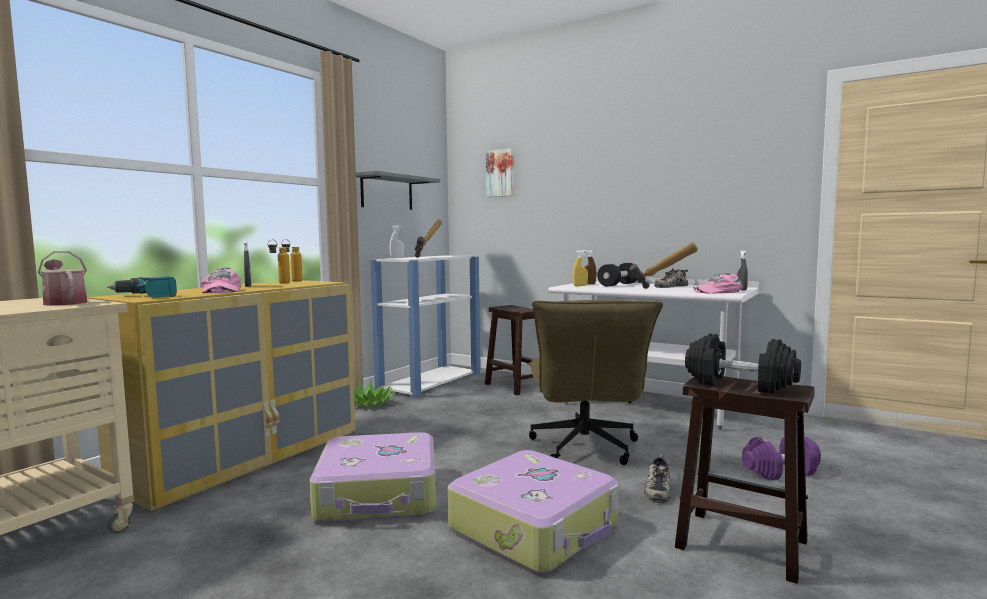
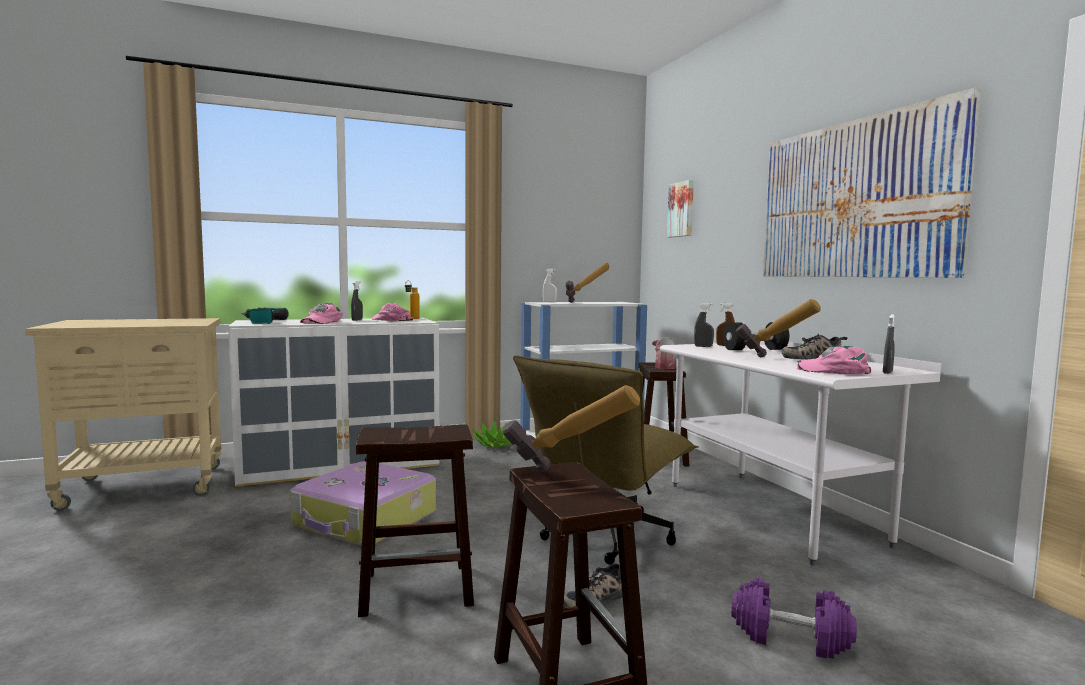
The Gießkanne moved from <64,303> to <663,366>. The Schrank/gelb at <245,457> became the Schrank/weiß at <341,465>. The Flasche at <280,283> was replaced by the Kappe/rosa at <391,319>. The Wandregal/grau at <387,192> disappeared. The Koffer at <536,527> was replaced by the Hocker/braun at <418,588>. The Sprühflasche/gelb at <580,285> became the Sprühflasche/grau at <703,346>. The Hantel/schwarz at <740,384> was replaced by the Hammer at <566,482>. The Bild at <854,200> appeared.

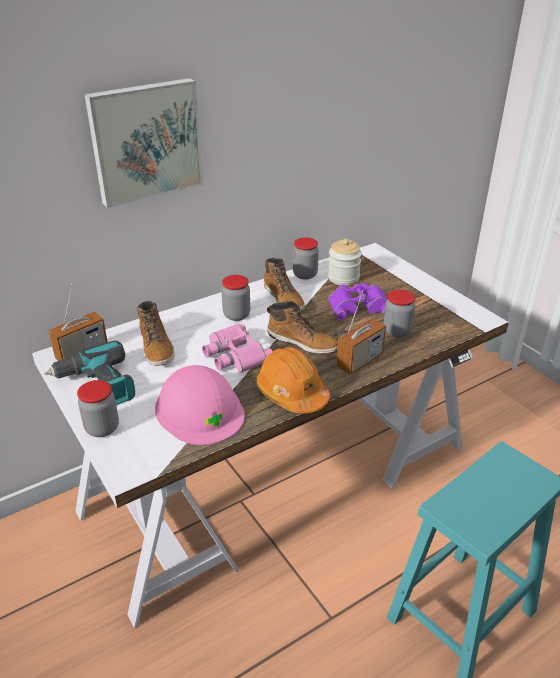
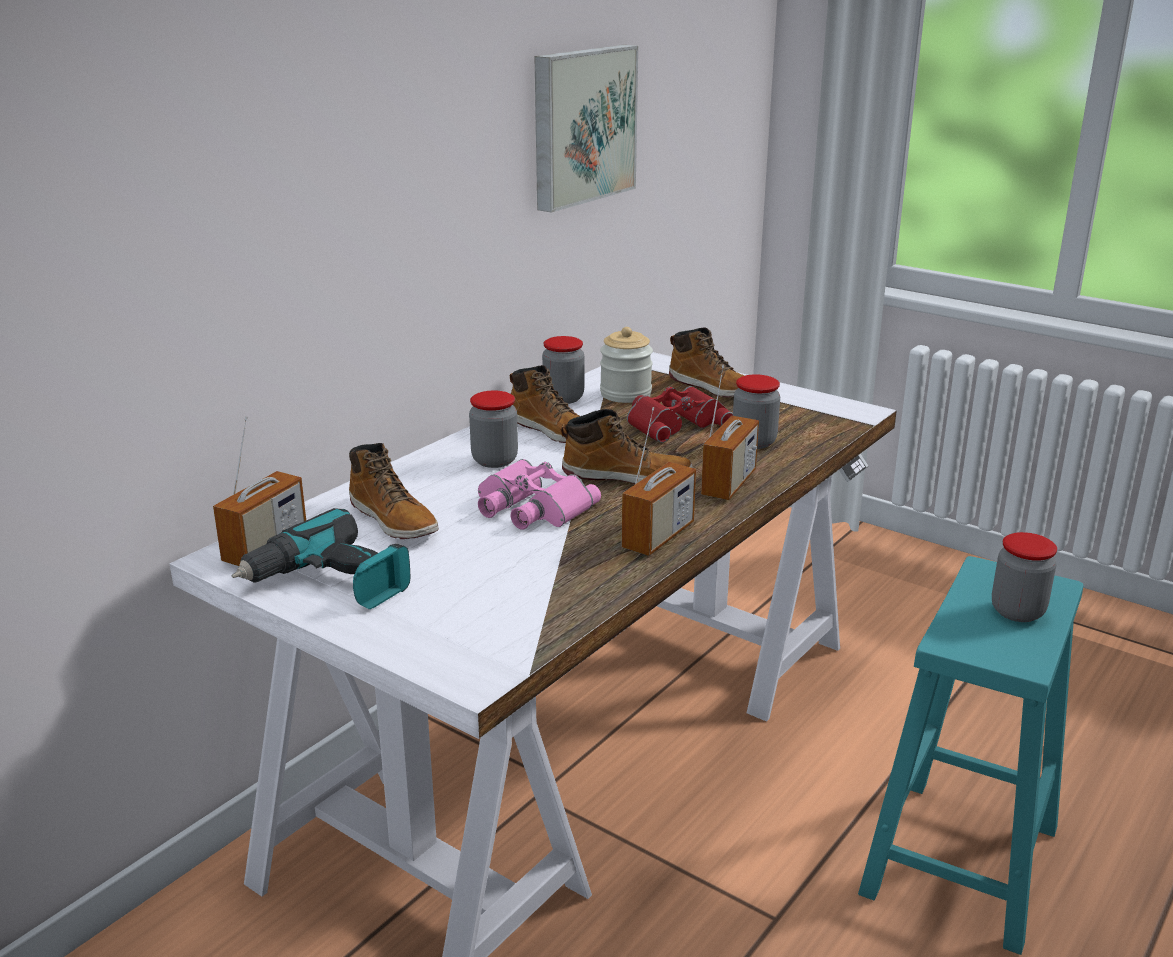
The Vorratsglas moved from <102,428> to <1017,611>. The Bild moved from <145,141> to <581,125>. The Schutzhelm/rosa at <199,410> disappeared. The Schutzhelm/orange at <291,393> was replaced by the Radio at <658,536>. The Fernglas/lila at <358,306> became the Fernglas/rot at <674,422>. The Stiefel at <714,387> appeared.

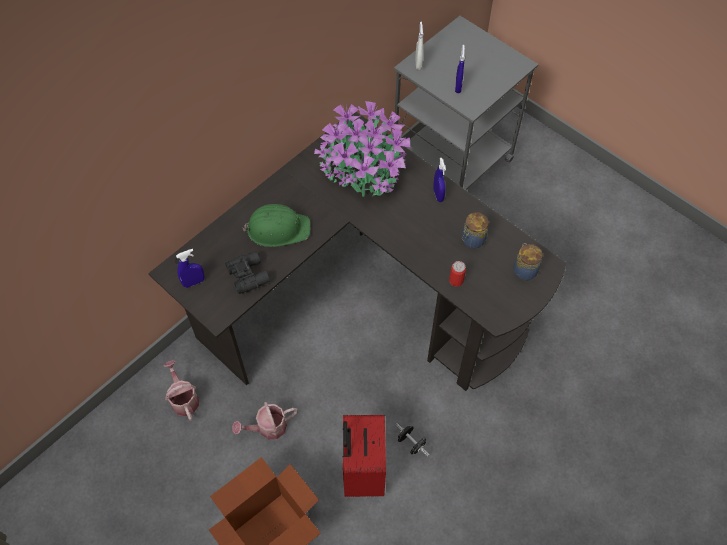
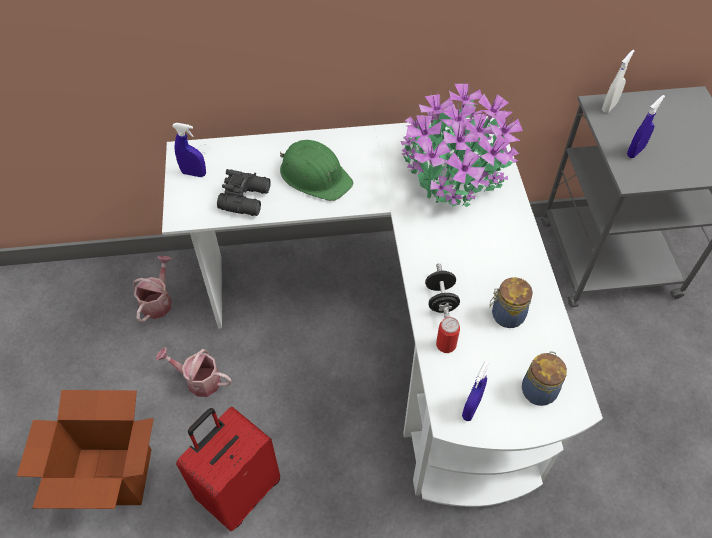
The Schreibtisch/schwarz at <362,301> became the Schreibtisch/weiß at <392,330>. The Hantel/schwarz moved from <411,443> to <440,300>. The Sprühflasche/blau moved from <438,195> to <471,408>.

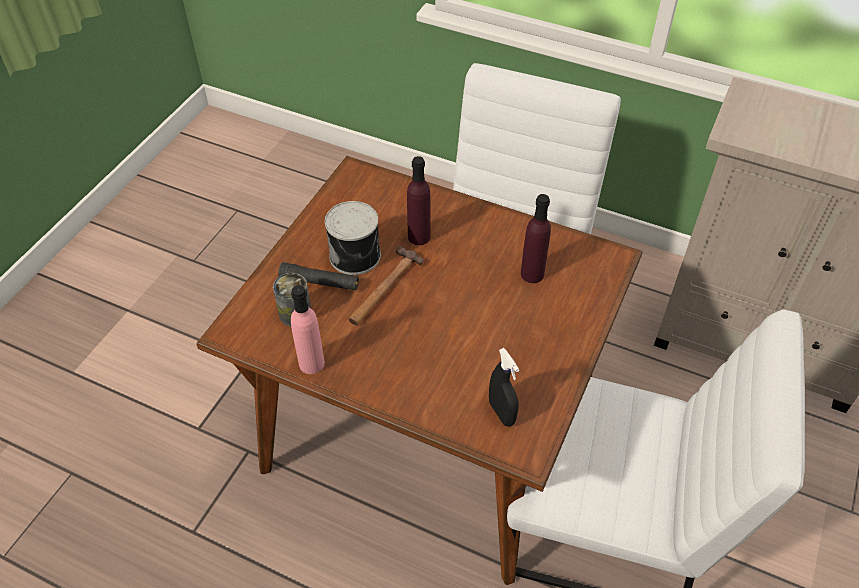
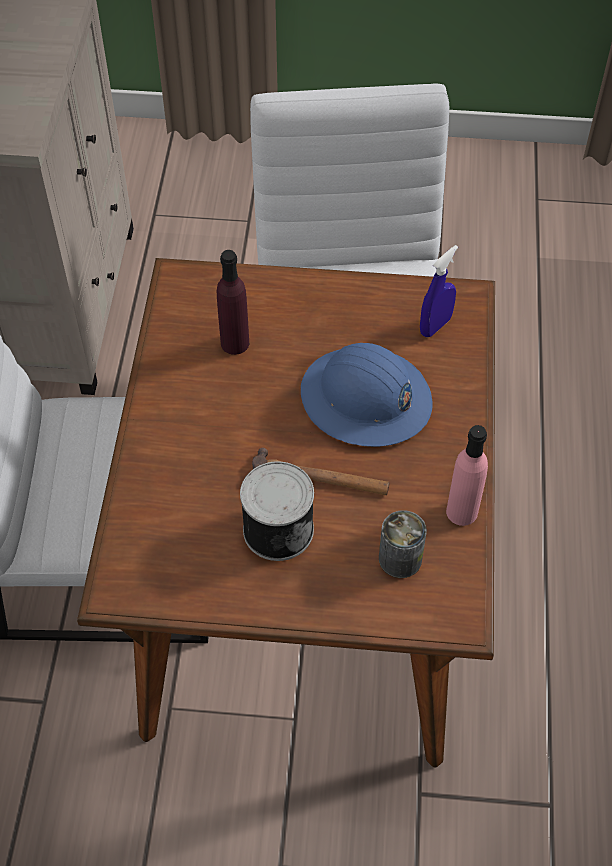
The Taschenlampe/schwarz at <320,282> disappeared. The Flasche/lila at <419,236> disappeared. The Sprühflasche/schwarz at <501,413> became the Sprühflasche/blau at <435,326>. The Schutzhelm/blau at <365,399> appeared.

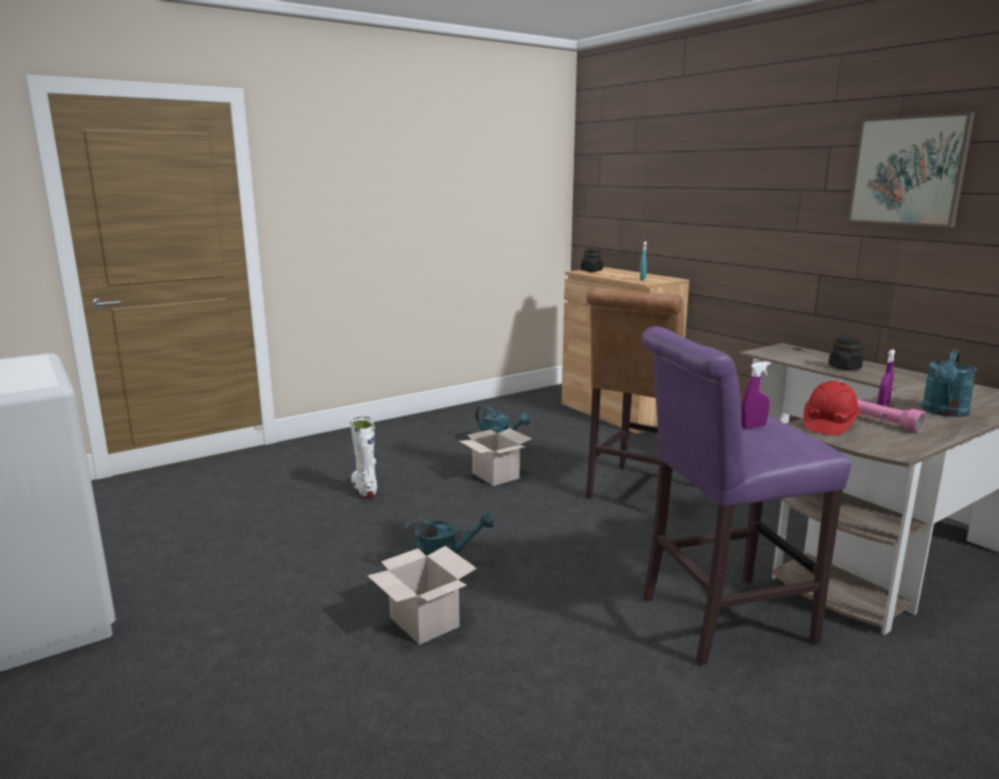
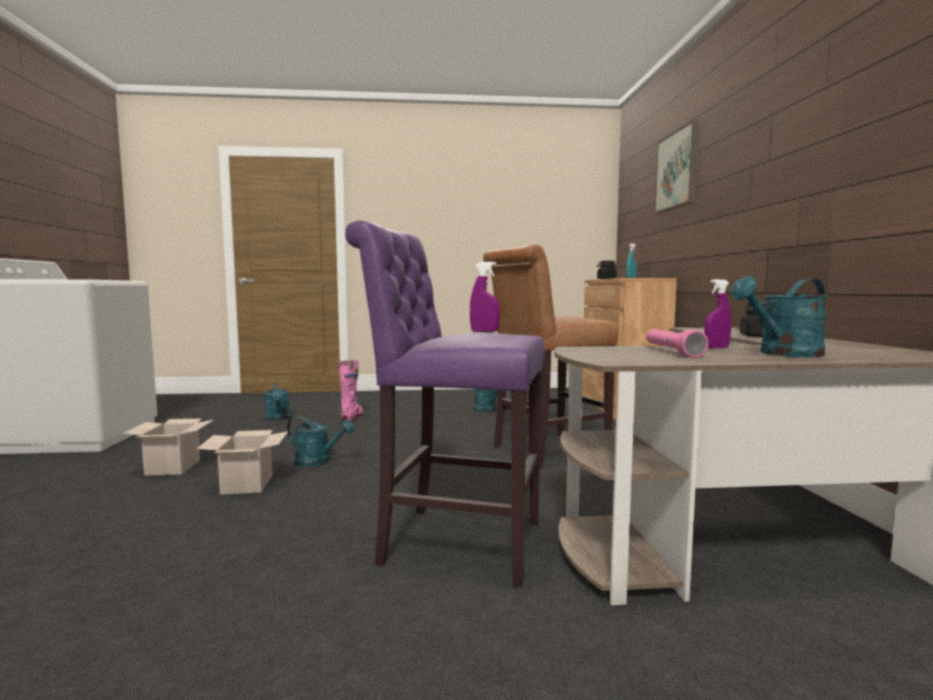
The Stiefel/weiß at <364,489> became the Stiefel/rosa at <352,417>. The Karton moved from <494,475> to <173,467>. The Schutzhelm/rot at <828,425> disappeared. The Bild moved from <908,171> to <677,170>. The Gießkanne/türkis at <278,418> appeared.

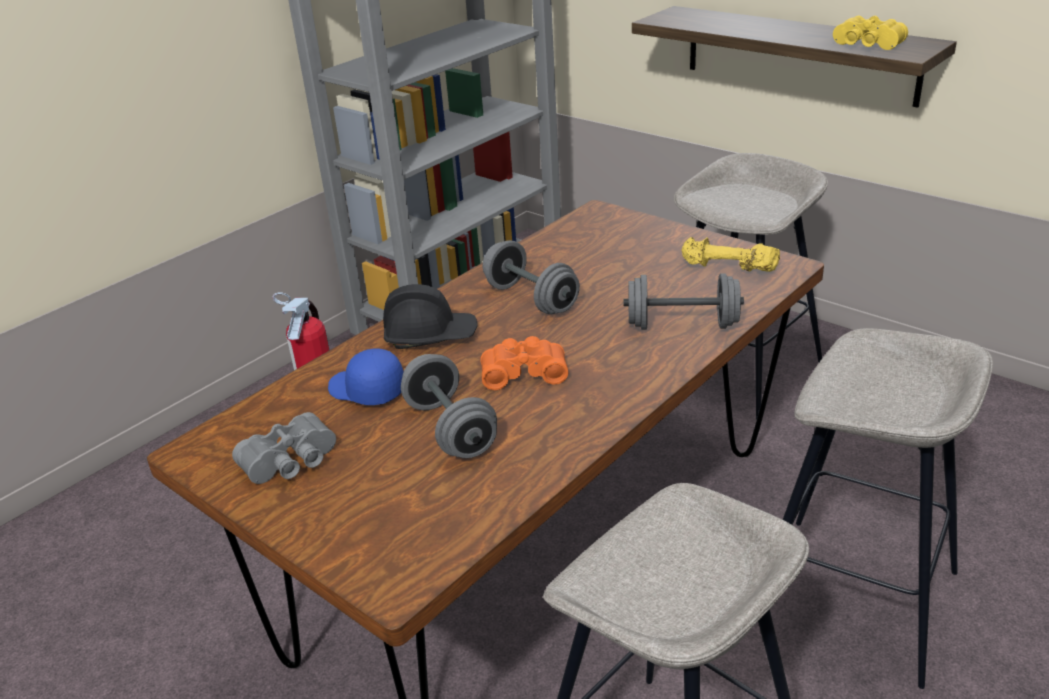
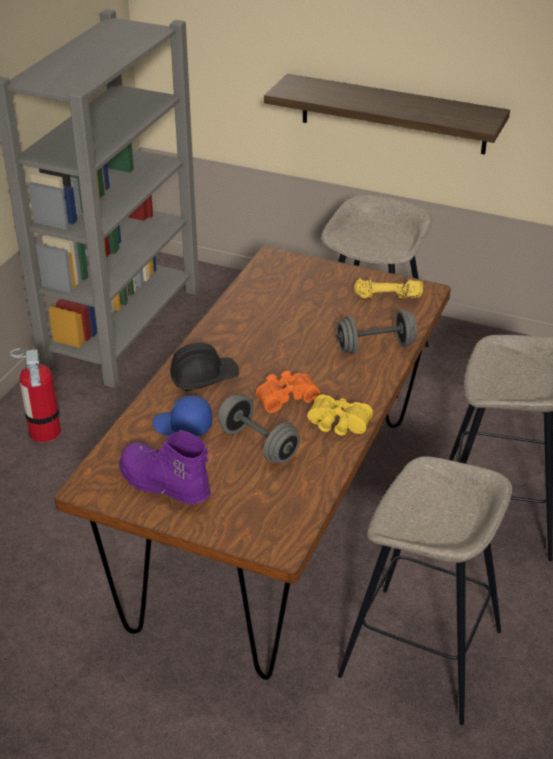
The Fernglas/grau at <291,463> was replaced by the Stiefel/lila at <163,484>. The Hantel/grau at <531,299> disappeared. The Fernglas/gelb moved from <866,45> to <338,425>.

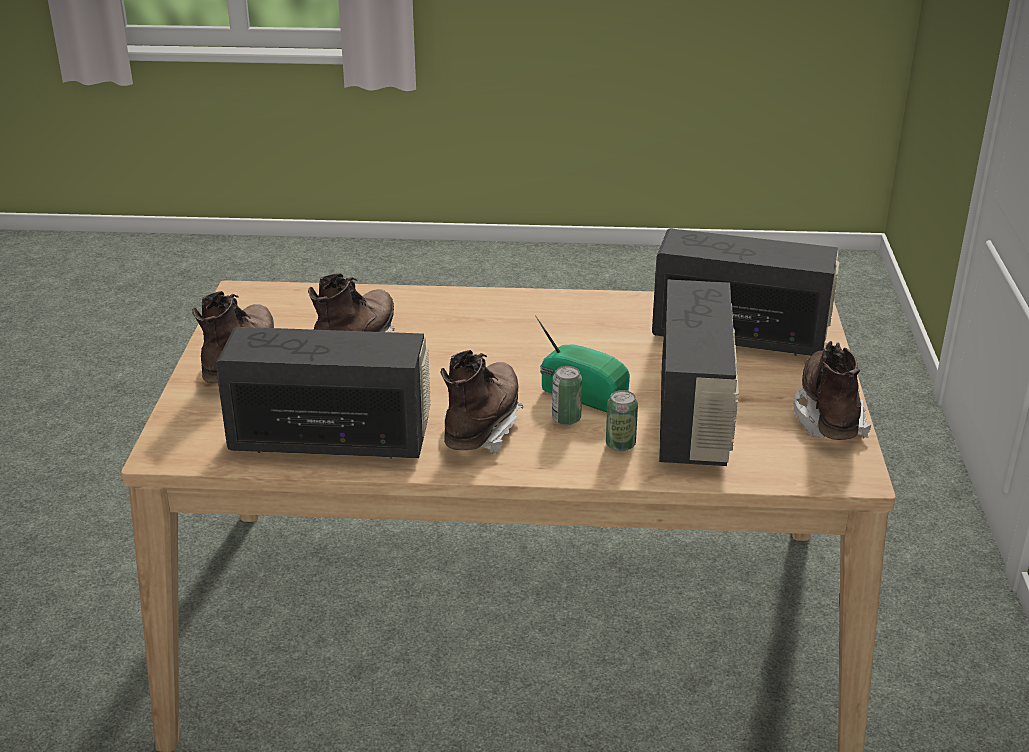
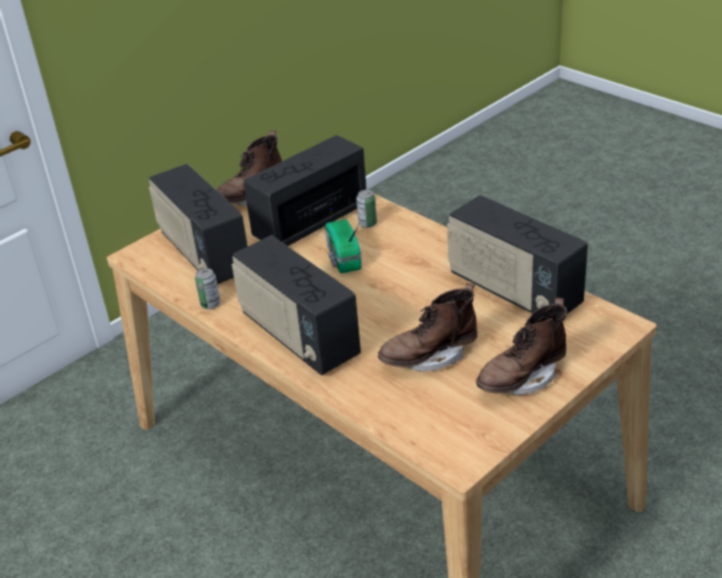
The Stiefel/braun at <482,427> disappeared. The Dose moved from <566,419> to <210,304>. The Radio at <298,336> appeared.

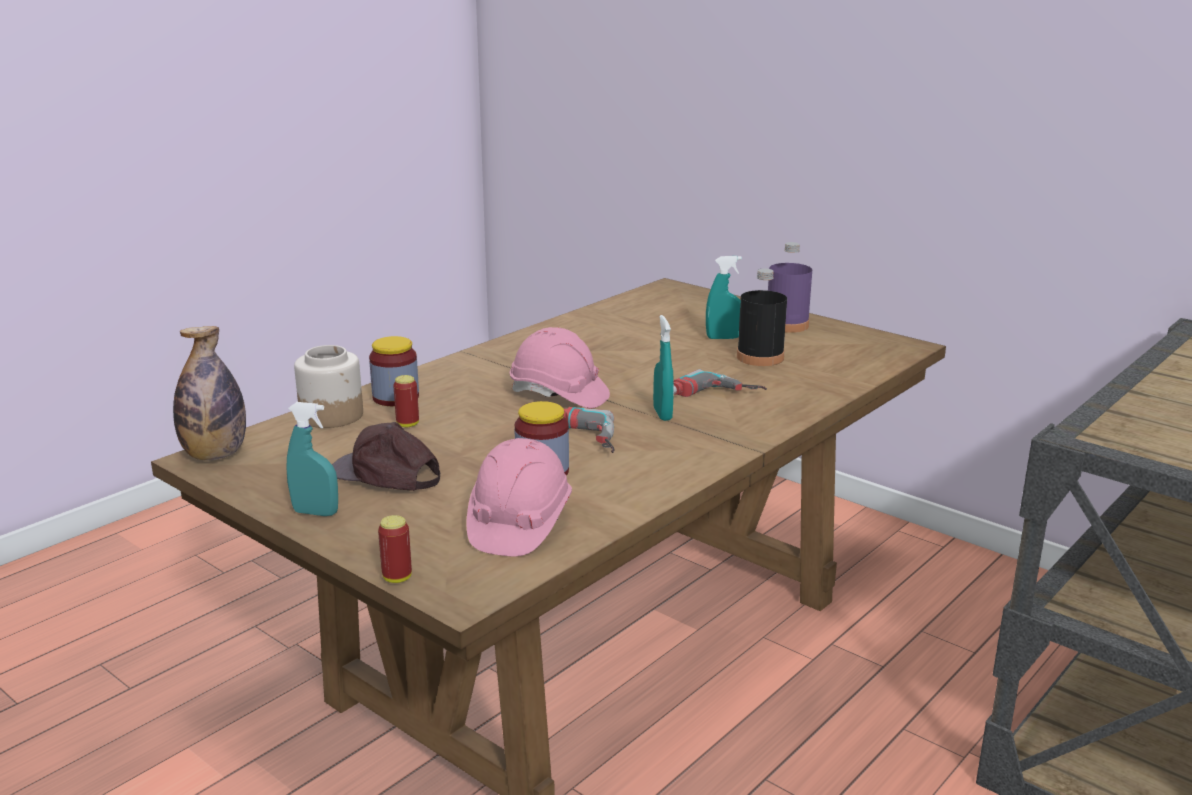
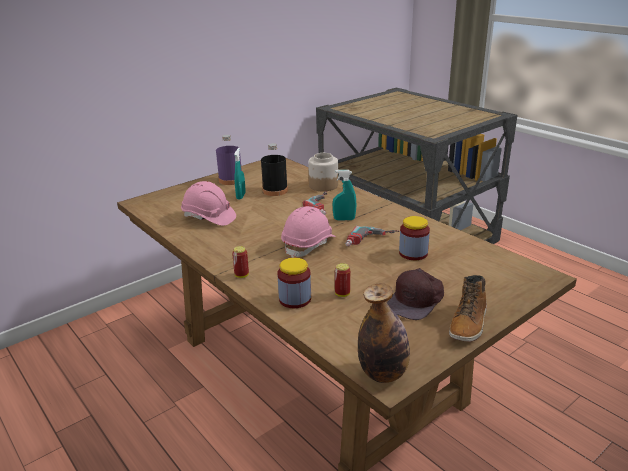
The Sprühflasche/türkis at <315,513> was replaced by the Stiefel at <468,323>. The Vorratsglas moved from <332,415> to <323,185>. The Dose moved from <397,578> to <241,275>. The Schutzhelm/rosa moved from <518,524> to <209,217>.

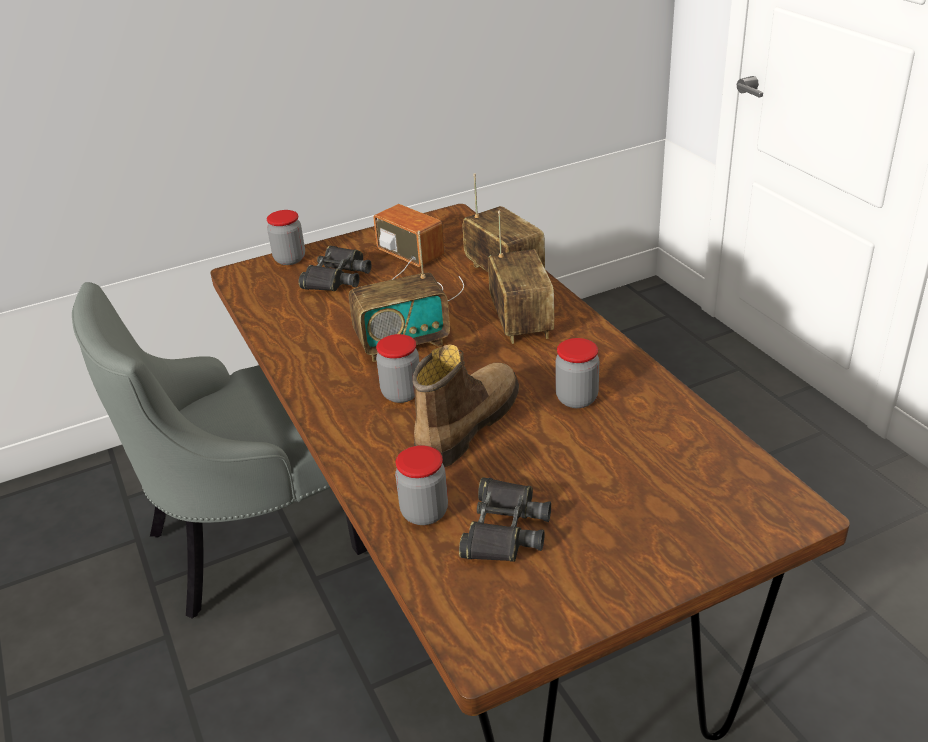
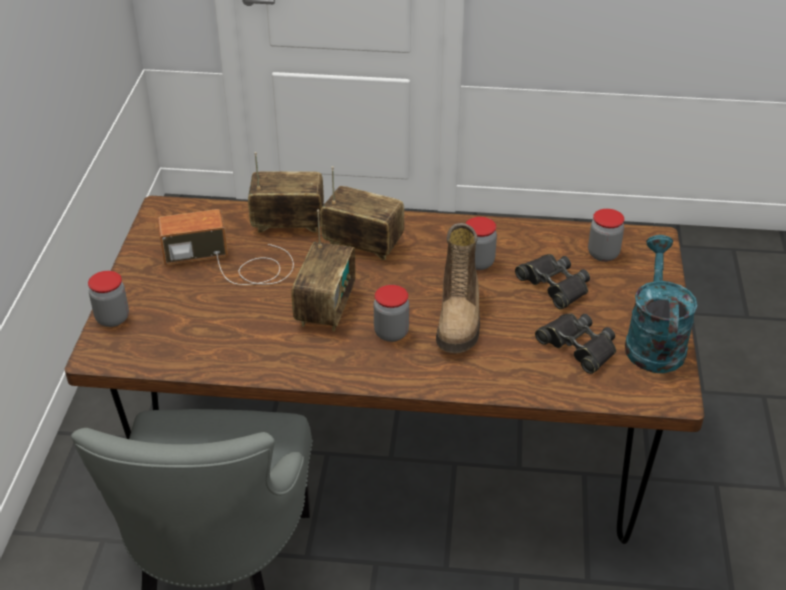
The Fernglas/schwarz moved from <337,277> to <554,285>. The Vorratsglas moved from <424,512> to <603,254>. The Stiefel at <466,425> turned 150 degrees counterclockwise. The Gießkanne/türkis at <653,341> appeared.

